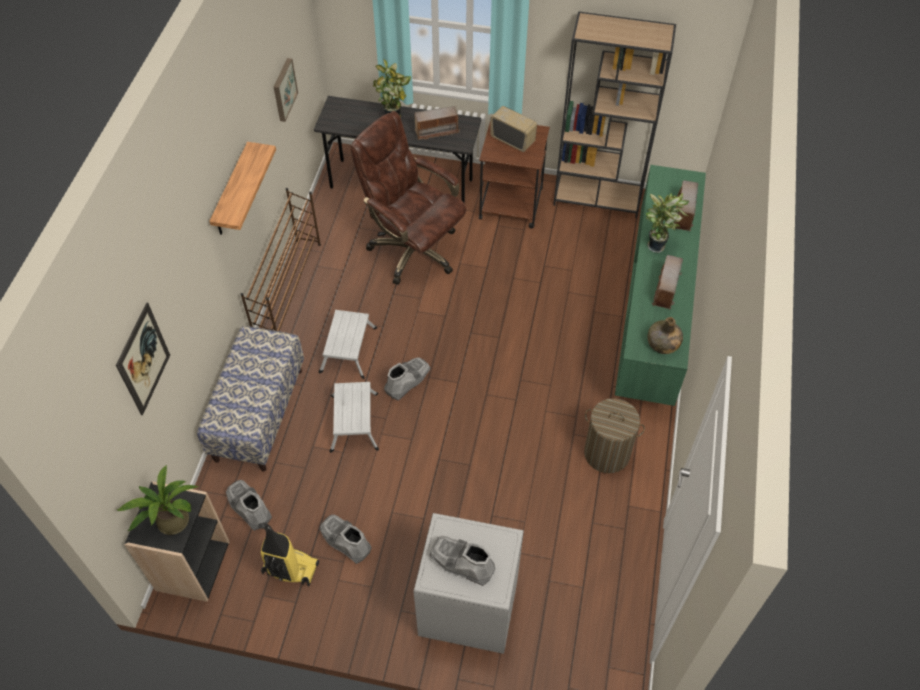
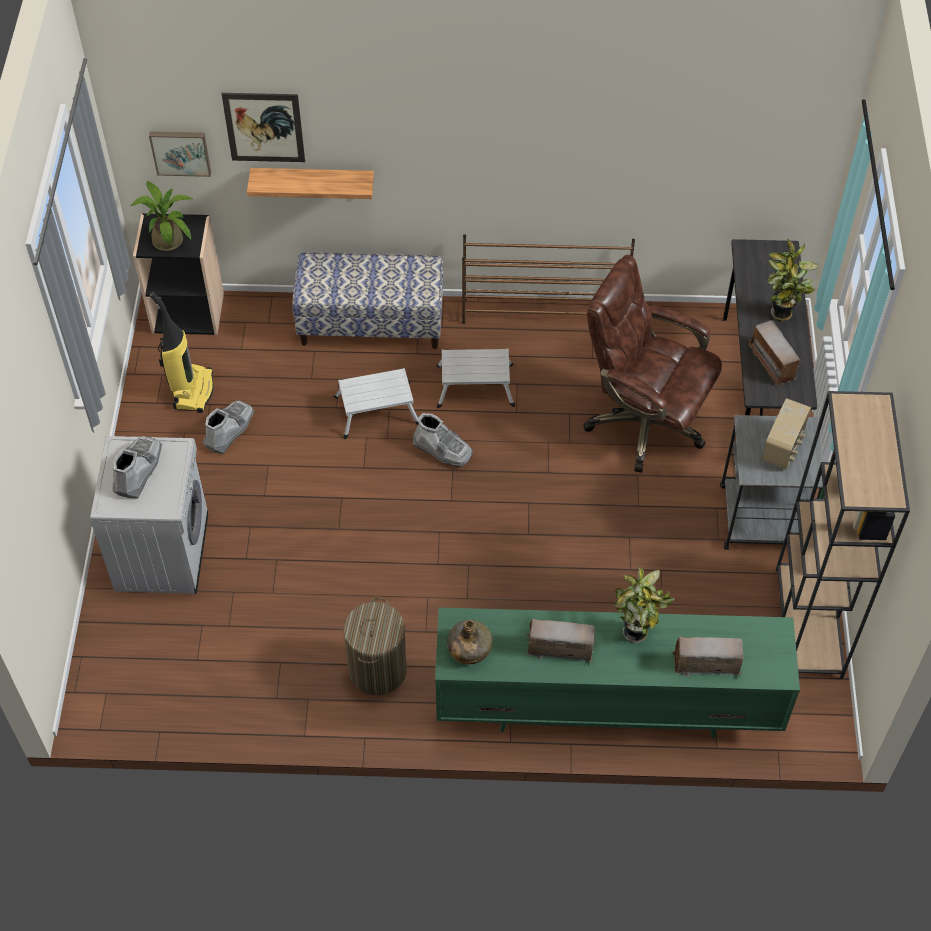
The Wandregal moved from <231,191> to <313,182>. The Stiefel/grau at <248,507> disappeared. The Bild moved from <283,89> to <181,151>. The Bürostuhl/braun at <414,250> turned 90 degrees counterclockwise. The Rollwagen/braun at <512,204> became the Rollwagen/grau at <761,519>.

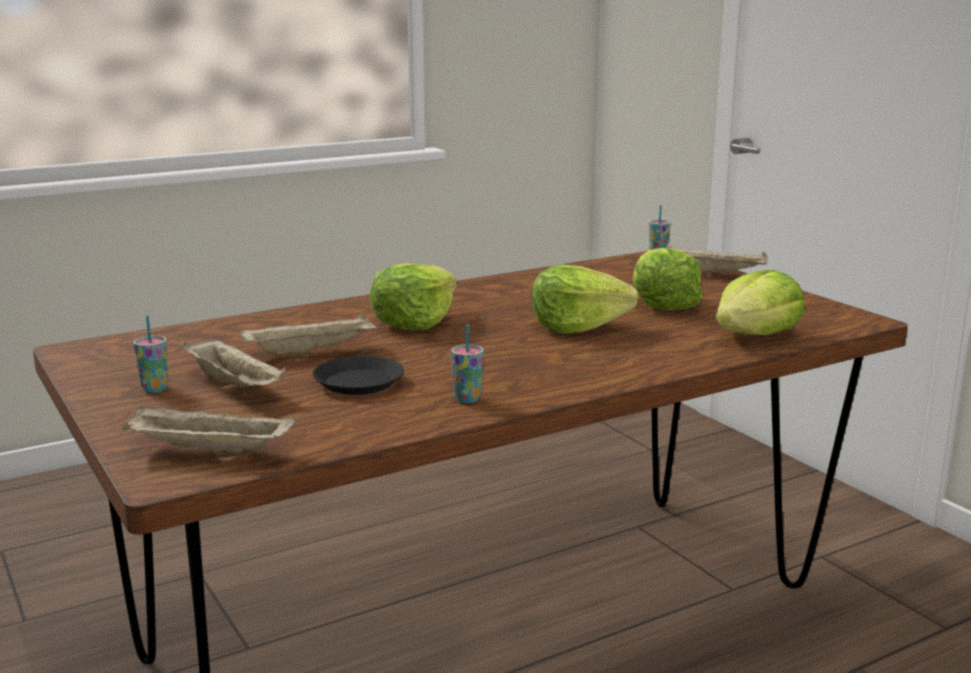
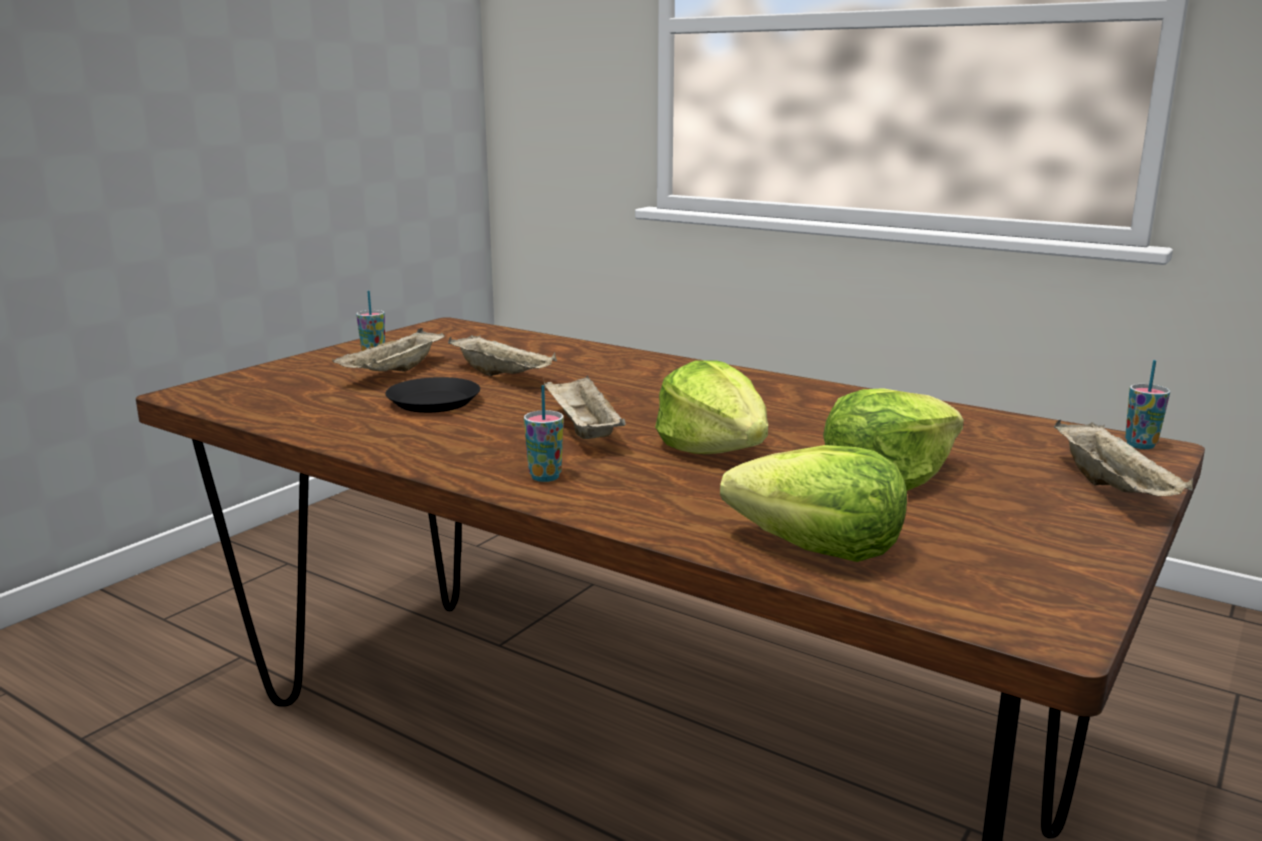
The Tablett/beige moved from <207,452> to <582,429>. The Salatkopf at <414,322> disappeared. The Tasse moved from <467,399> to <545,477>.

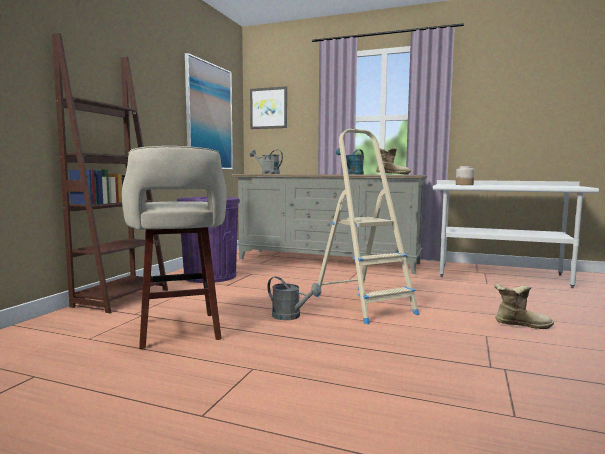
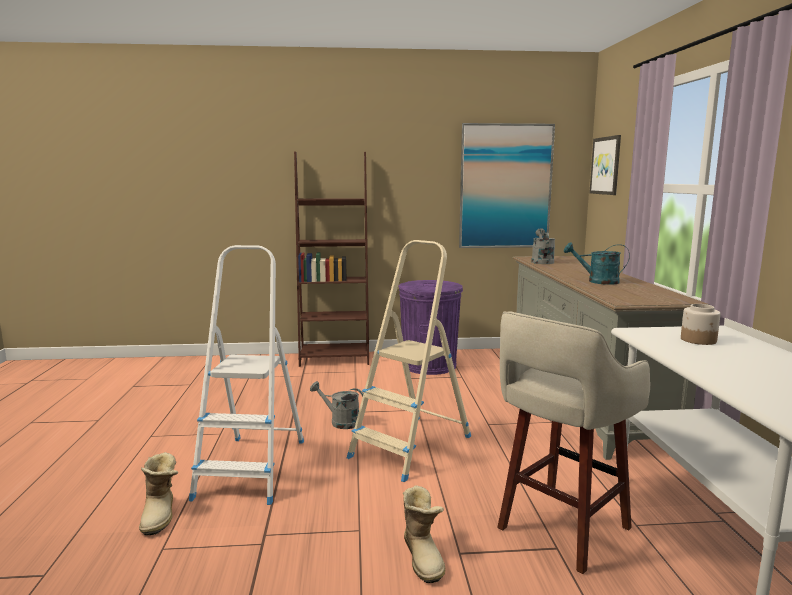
The Hocker/beige moved from <179,332> to <560,531>. The Gießkanne/grau at <291,316> turned 105 degrees clockwise. The Stiefel moved from <391,174> to <161,514>. The Trittleiter/weiß at <251,468> appeared.

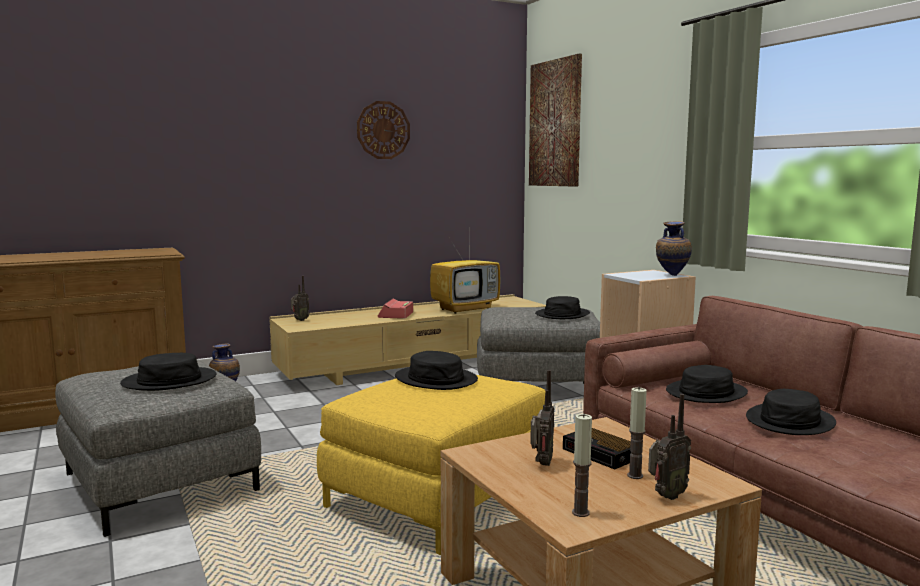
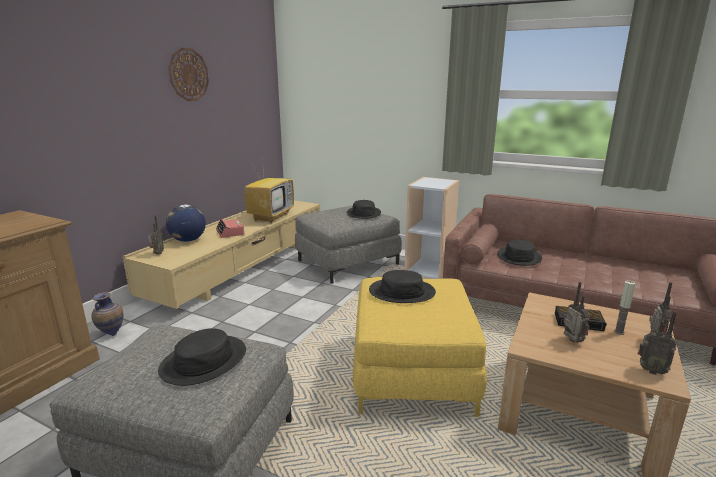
The Bild at <555,123> disappeared. The Kerze at <580,512> was replaced by the Radio at <650,370>. The Vase at <671,276> disappeared. The Hut/schwarz at <790,421> disappeared. The Globus at <188,240> appeared.

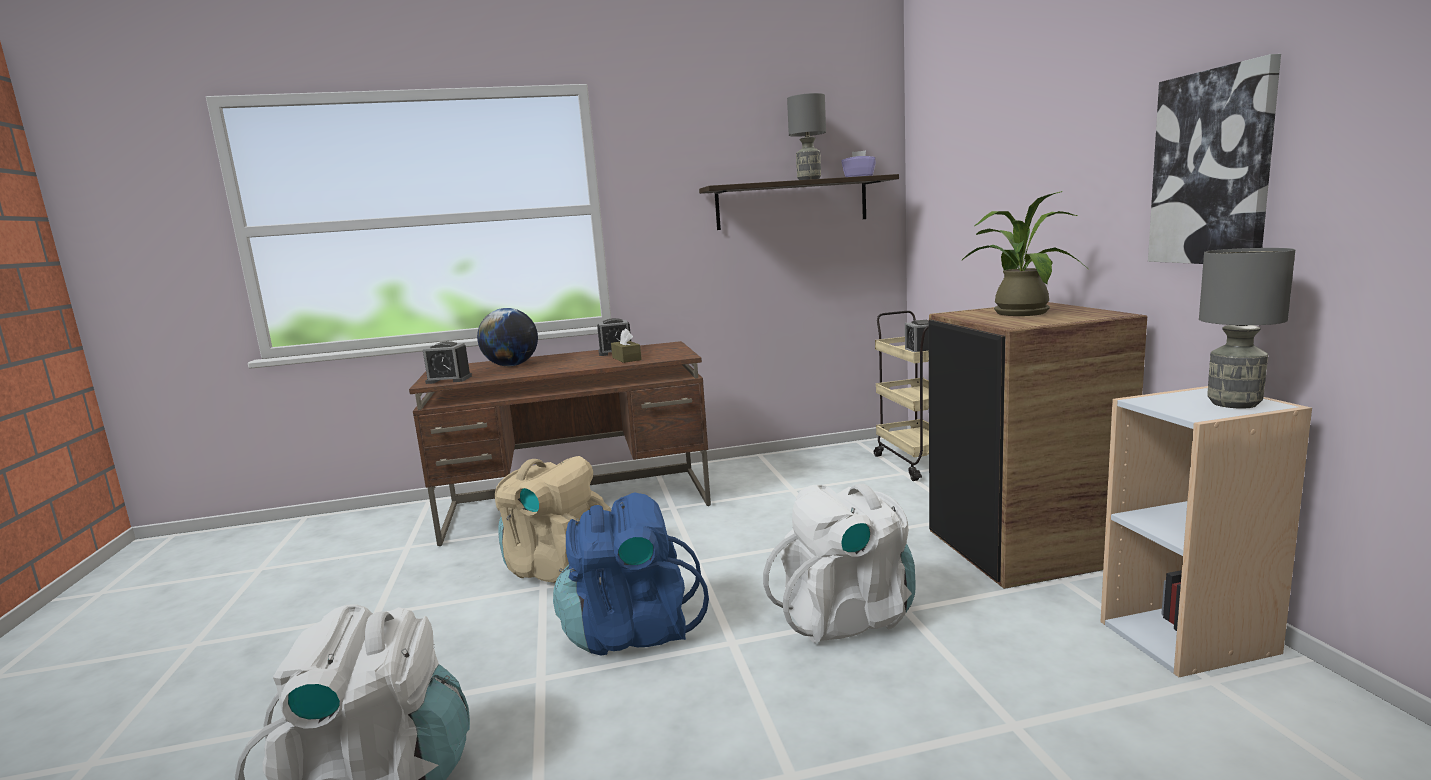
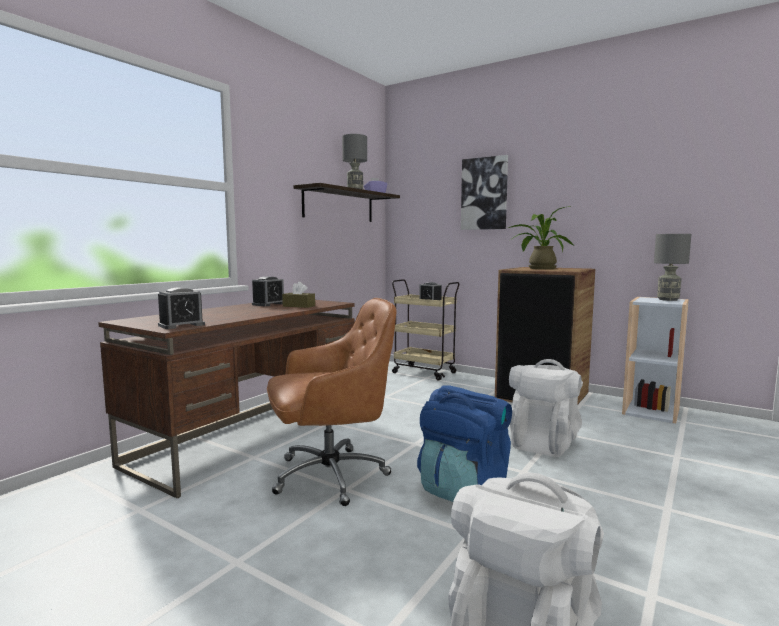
The Globus at <512,365> disappeared. The Rucksack/beige at <558,568> was replaced by the Bürostuhl/braun at <330,476>. The Bild moved from <1212,168> to <484,194>.

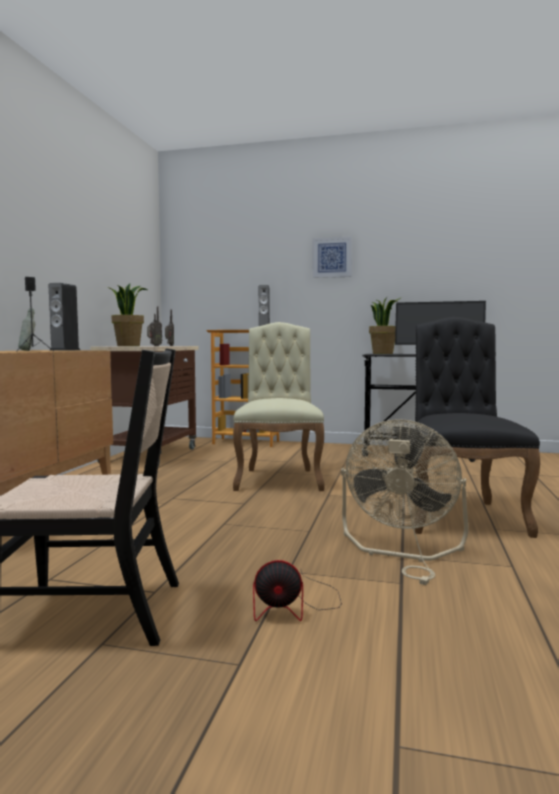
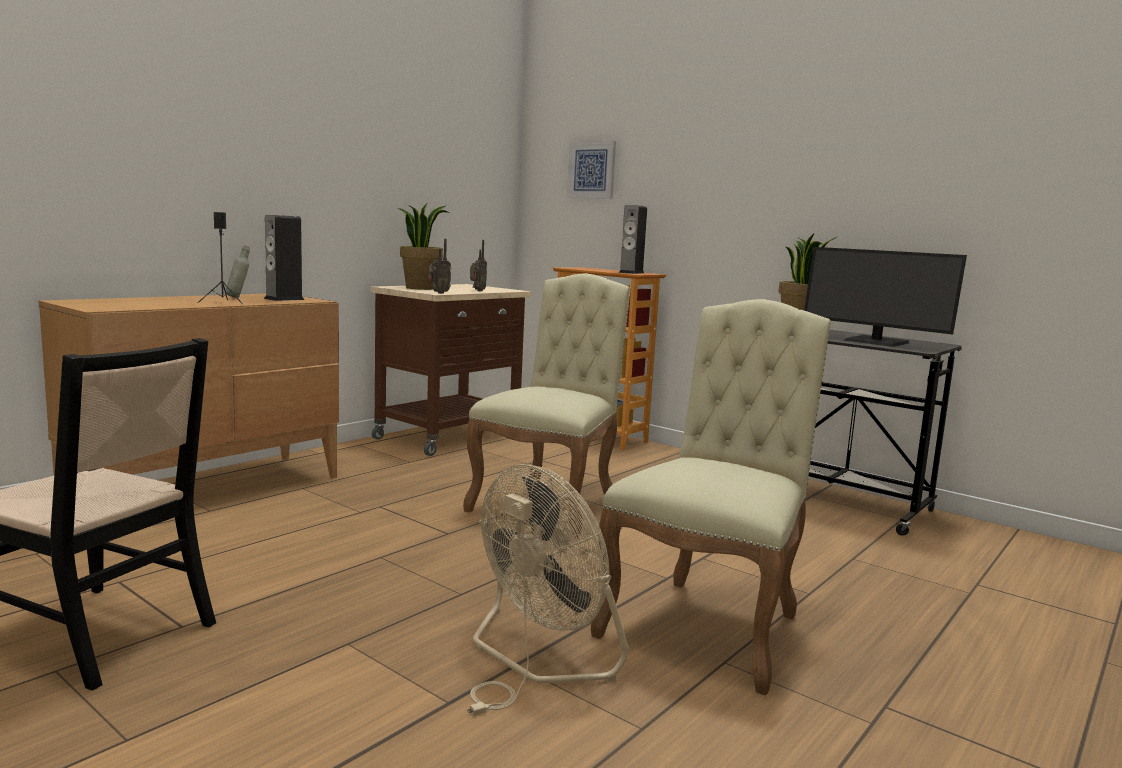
The Ventilator at <294,606> disappeared. The Bild moved from <332,257> to <592,170>. The Stuhl/schwarz at <461,516> became the Stuhl/beige at <708,626>.

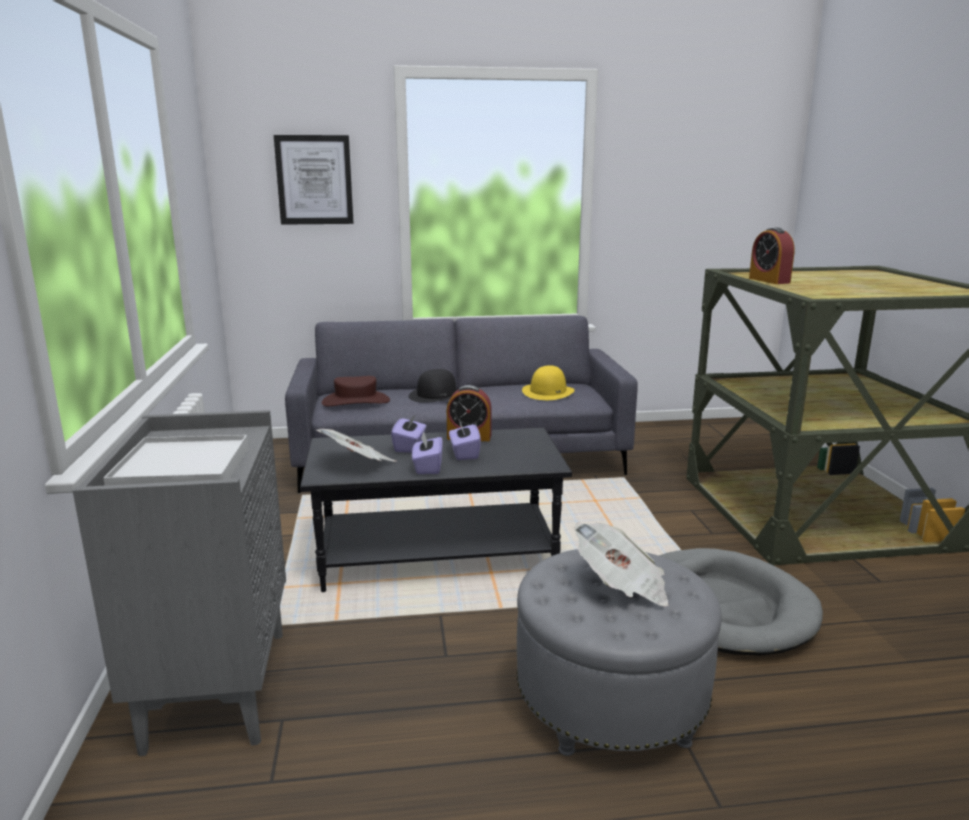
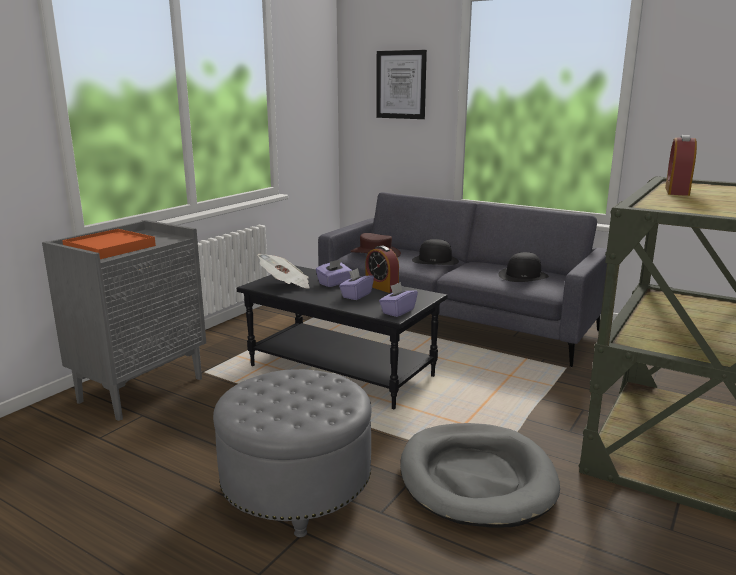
The Tablett/weiß at <182,470> became the Tablett/orange at <110,248>. The Taschentuchbox/lila moved from <427,467> to <398,311>. The Hut/gelb at <548,392> became the Hut/schwarz at <523,276>. The Zeitung at <622,586> disappeared.

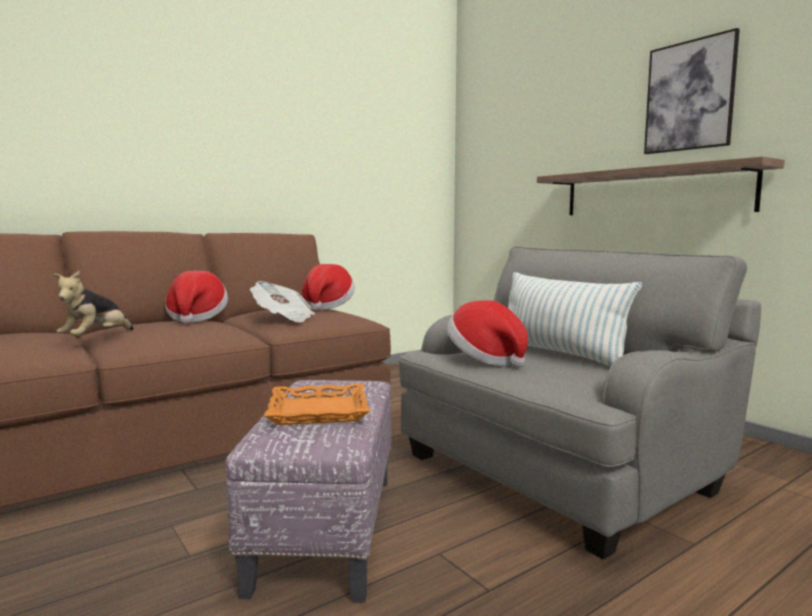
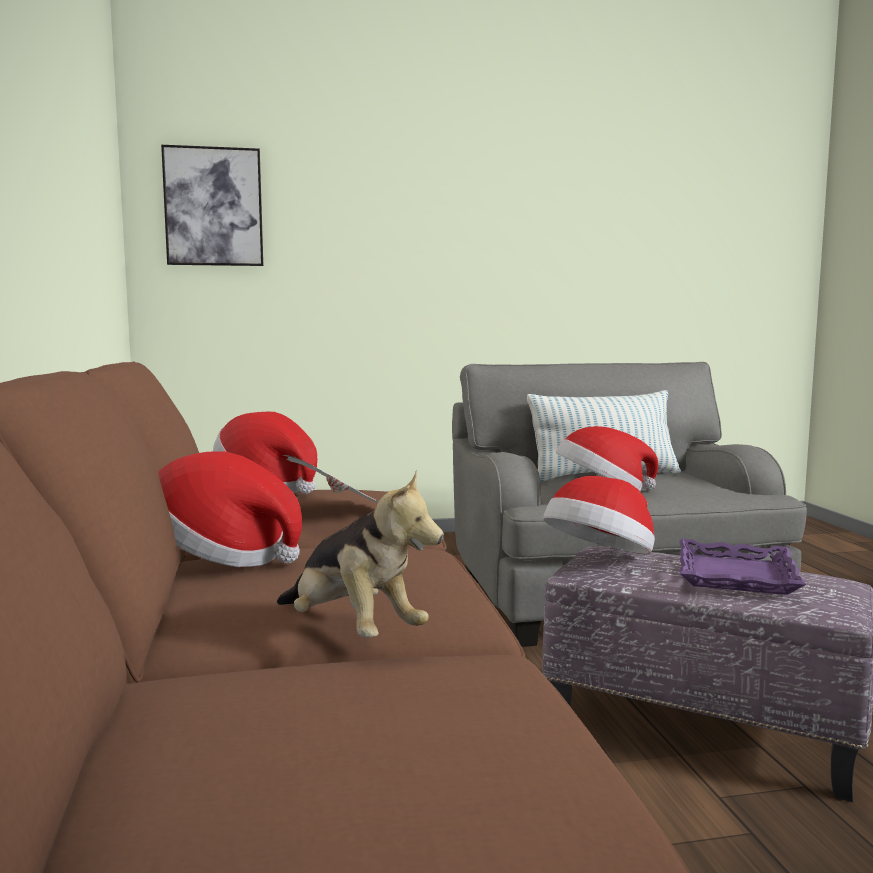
The Tablett/orange at <318,411> became the Tablett/lila at <734,575>. The Wandregal at <652,192> disappeared. The Bild moved from <689,96> to <213,207>. The Hut at <600,560> appeared.

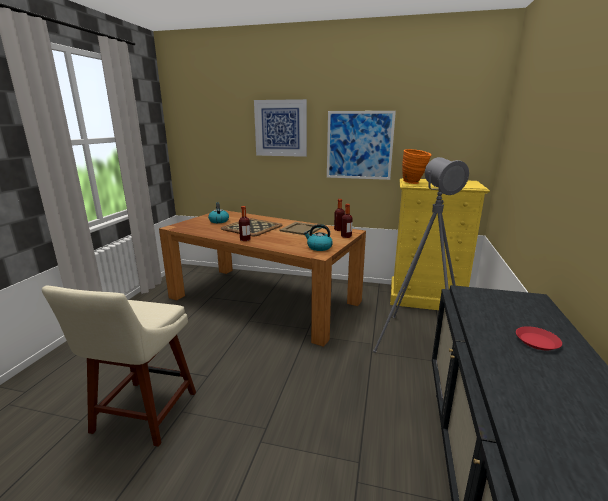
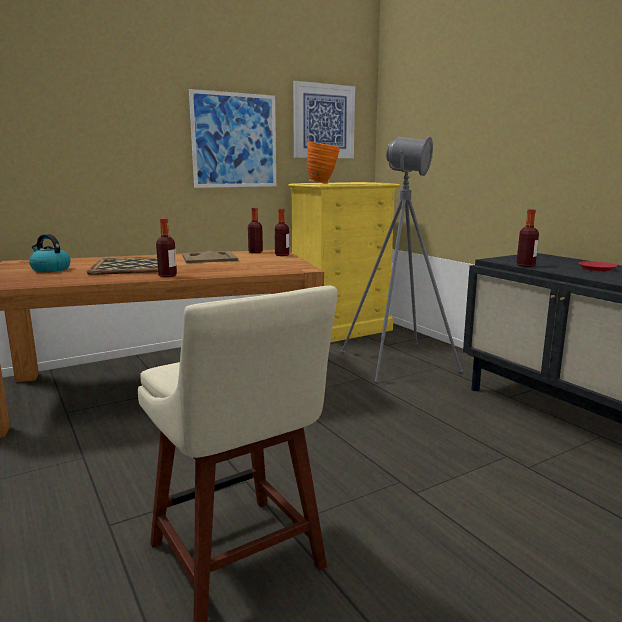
The Bild moved from <280,128> to <323,121>. The Wasserkessel at <319,247> disappeared. The Flasche at <525,265> appeared.

